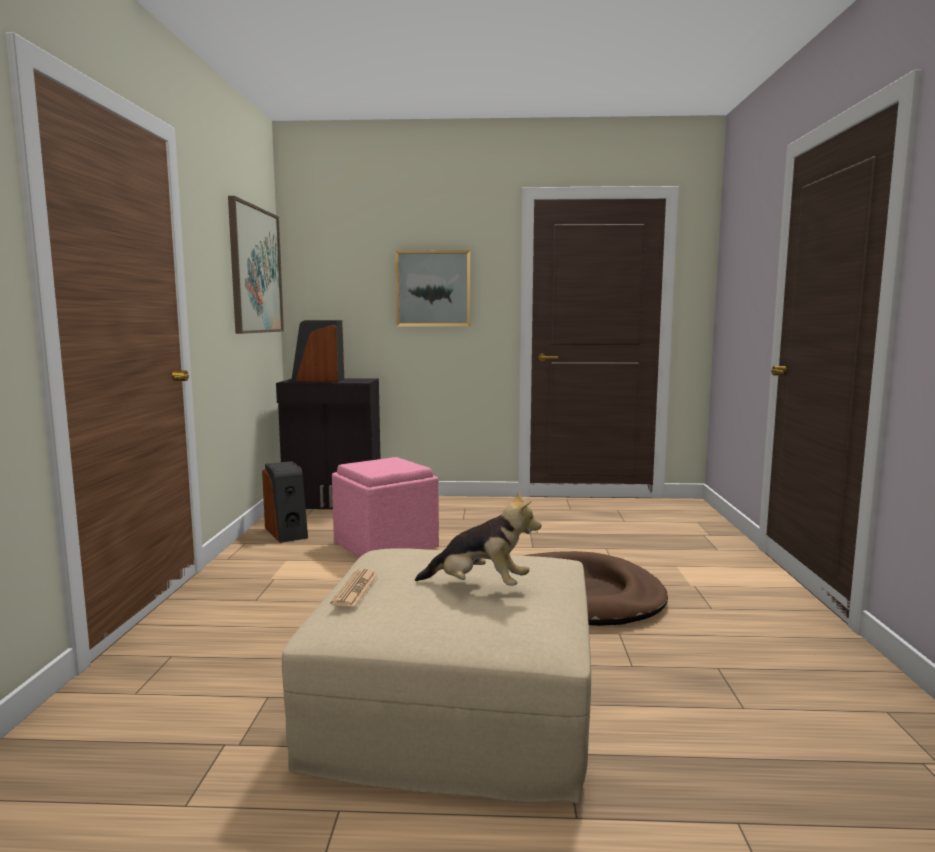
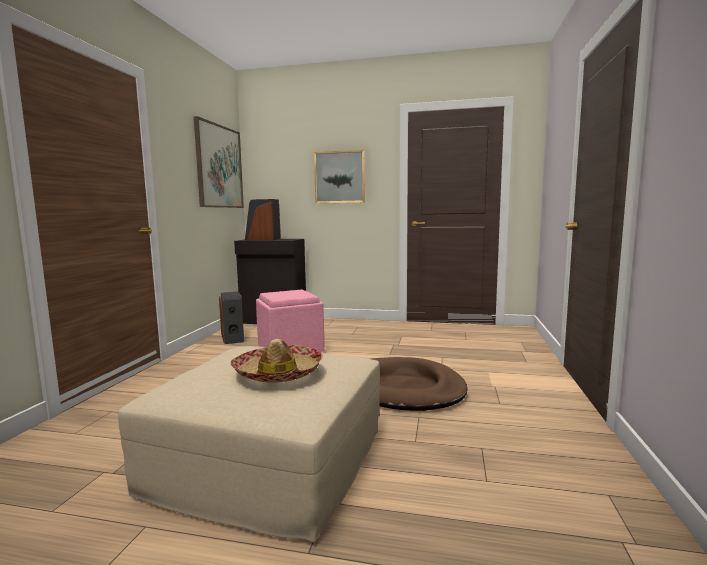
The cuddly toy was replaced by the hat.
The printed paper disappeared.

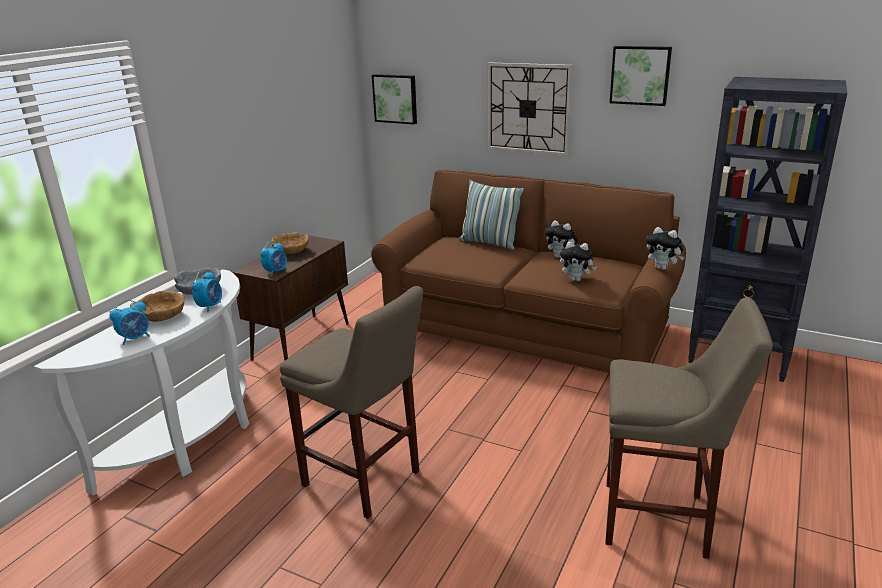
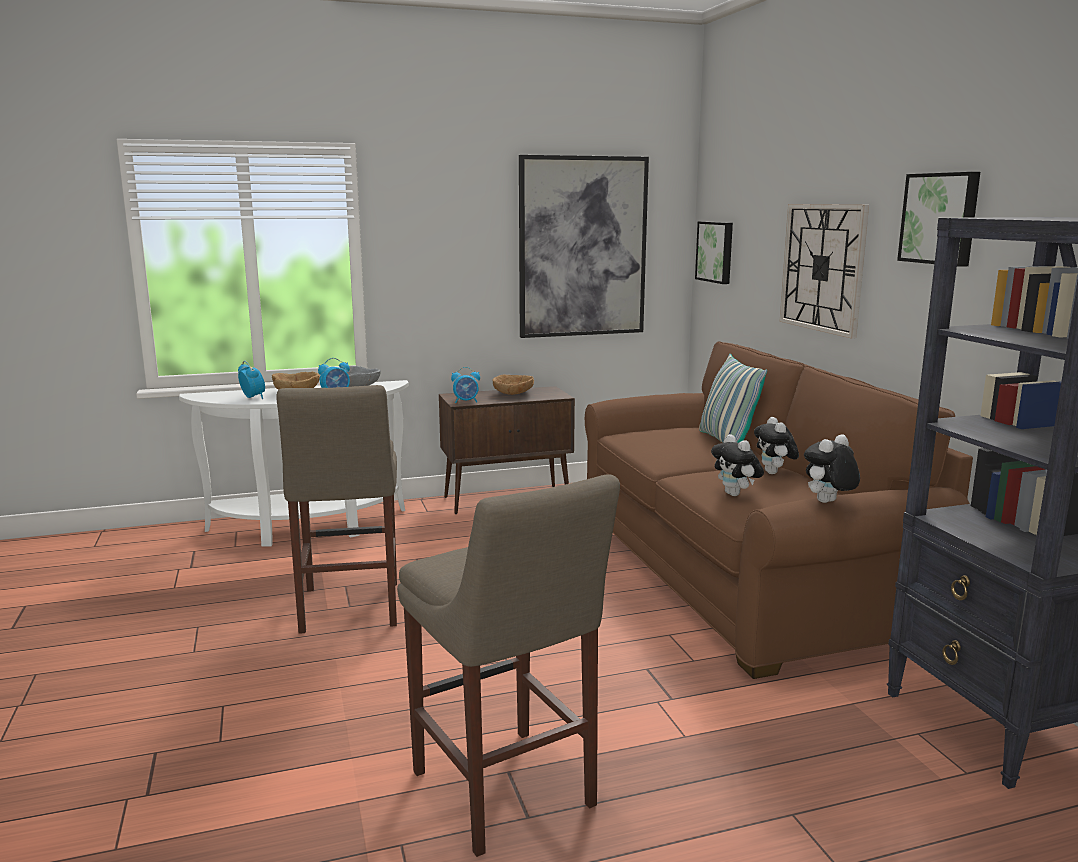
The table clock (no. 1 from left) turned 135 degrees counterclockwise.
The wall art (no. 1 from left) appeared.
The cuddly toy (no. 3 from left) turned 60 degrees clockwise.

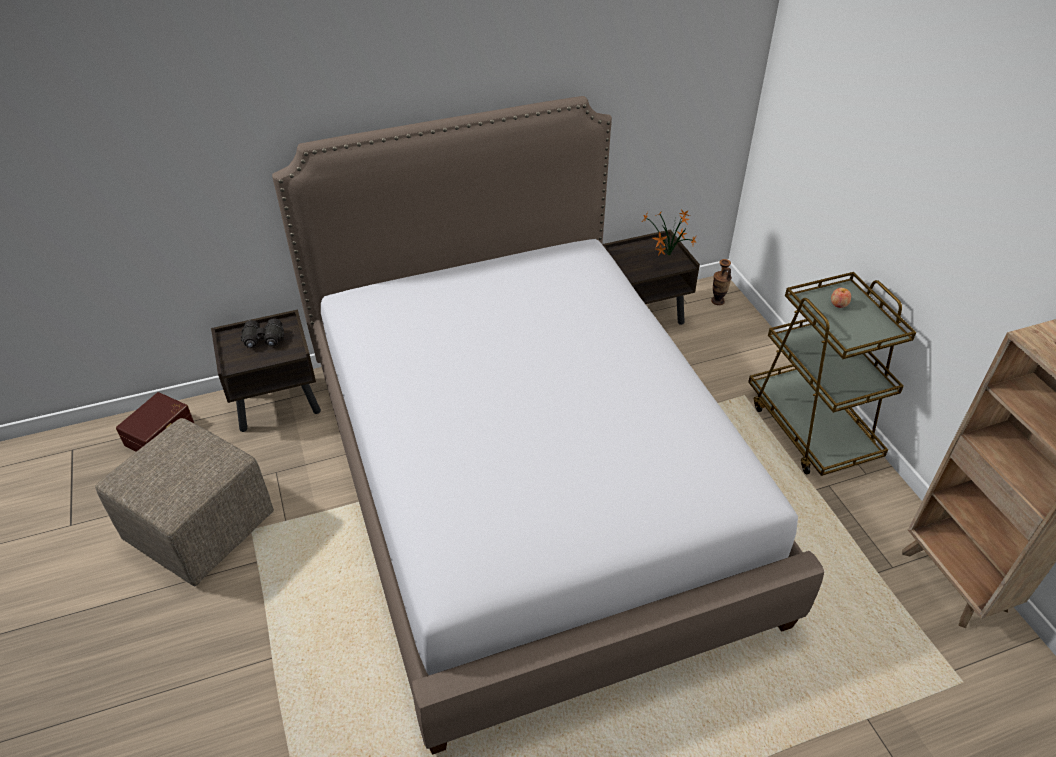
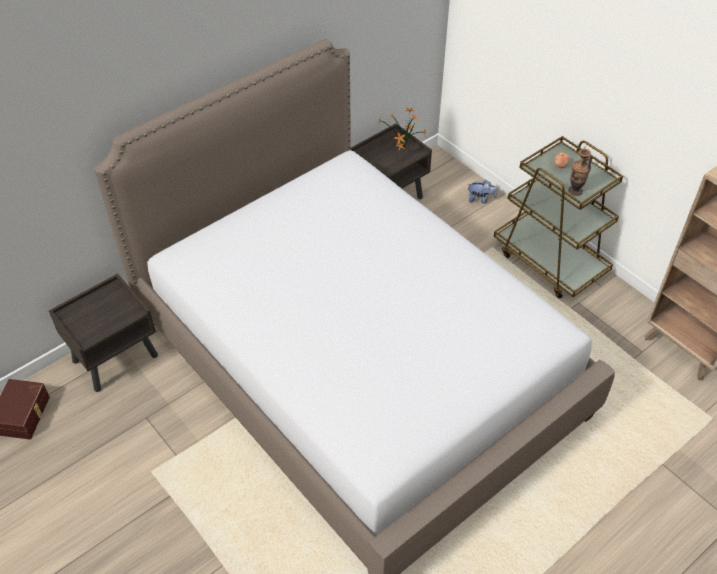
The cuddly toy appeared.
The decorative vase moved.
The ottoman (beige-coloured) disappeared.
The pair of binoculars (black-coloured) disappeared.

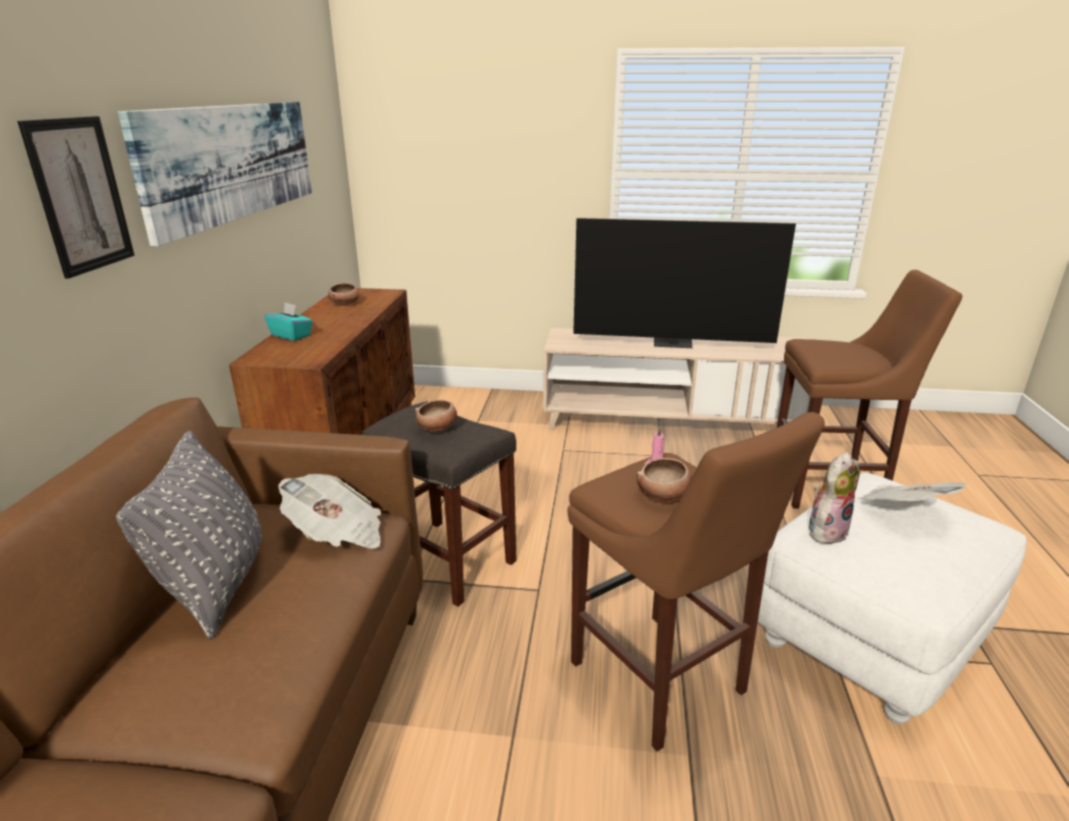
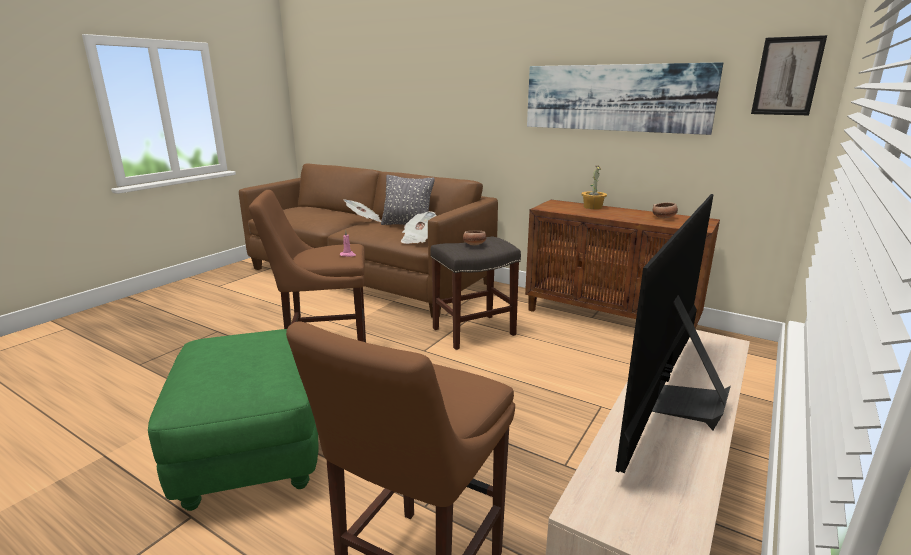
The ottoman (white-coloured) became the ottoman (green).
The printed paper (no. 2 from left in the first image) moved.
The tissue holder (turquoise) was replaced by the houseplant.
The wall art (no. 1 from left in the first image) moved.
The deep dish (no. 3 from left) disappeared.
The cuddly toy disappeared.

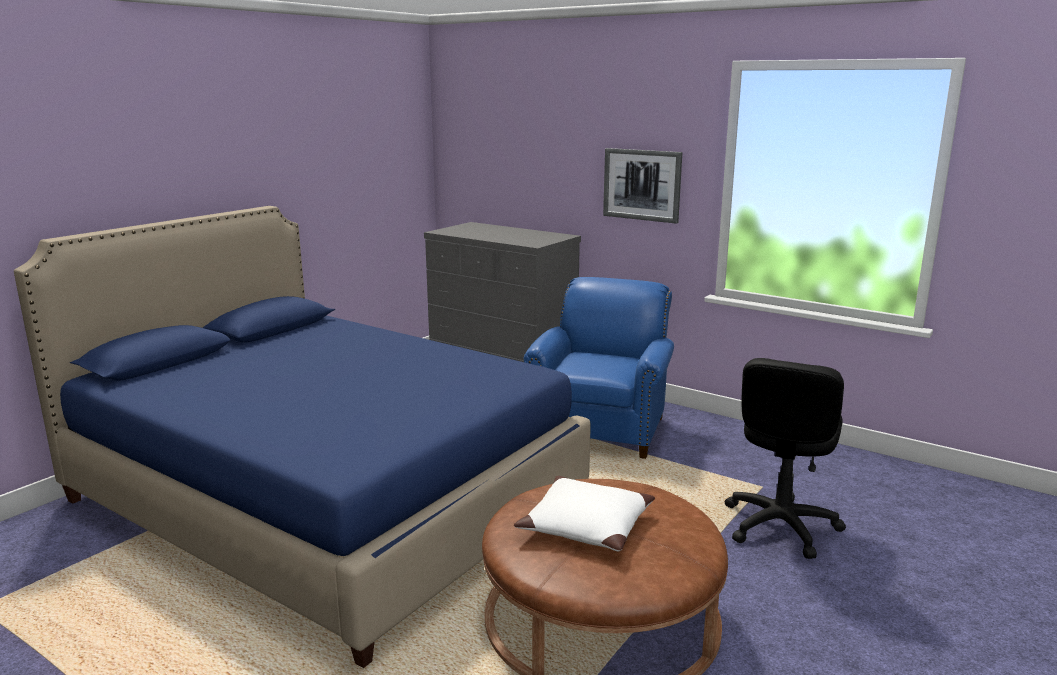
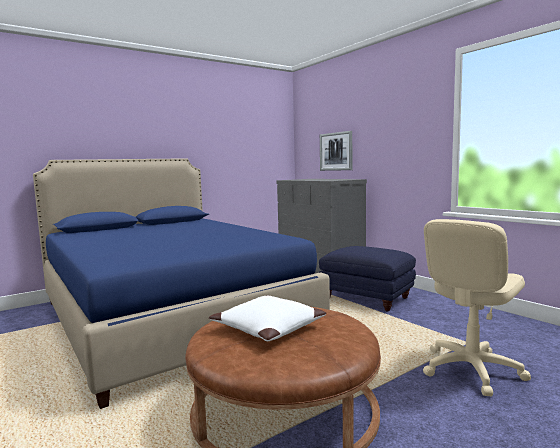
The easy chair (blue) was replaced by the ottoman (blue).
The wall art moved.
The desk chair (black-coloured) became the desk chair (beige-coloured).

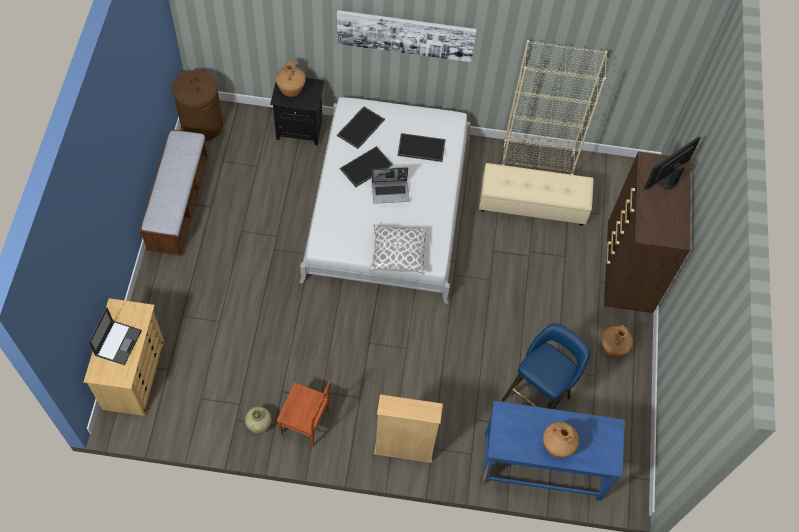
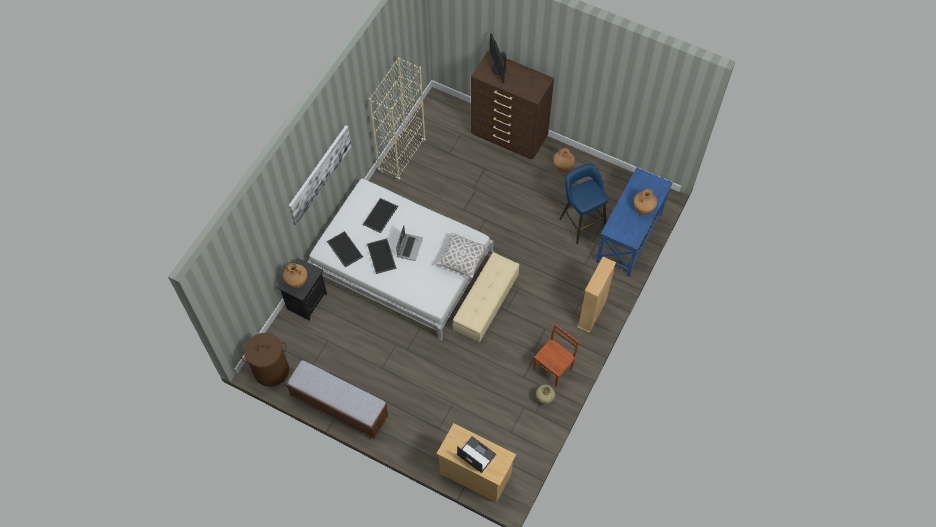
The ottoman (beige-coloured) moved.

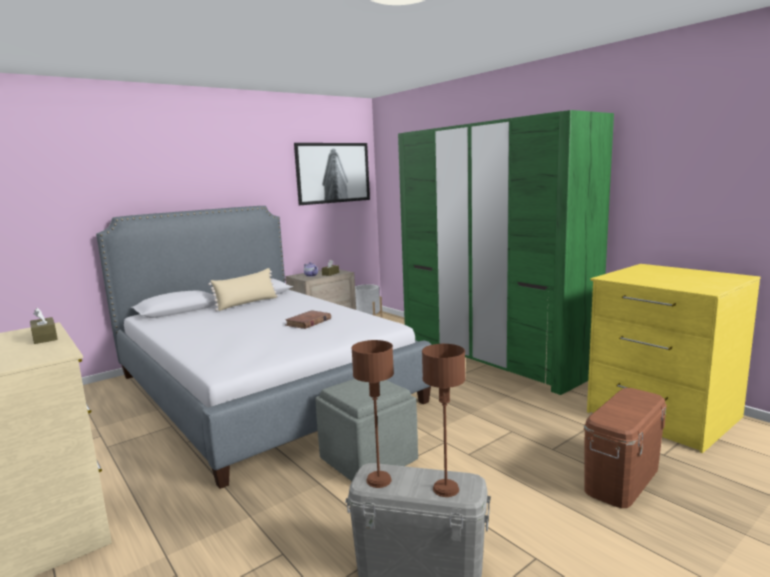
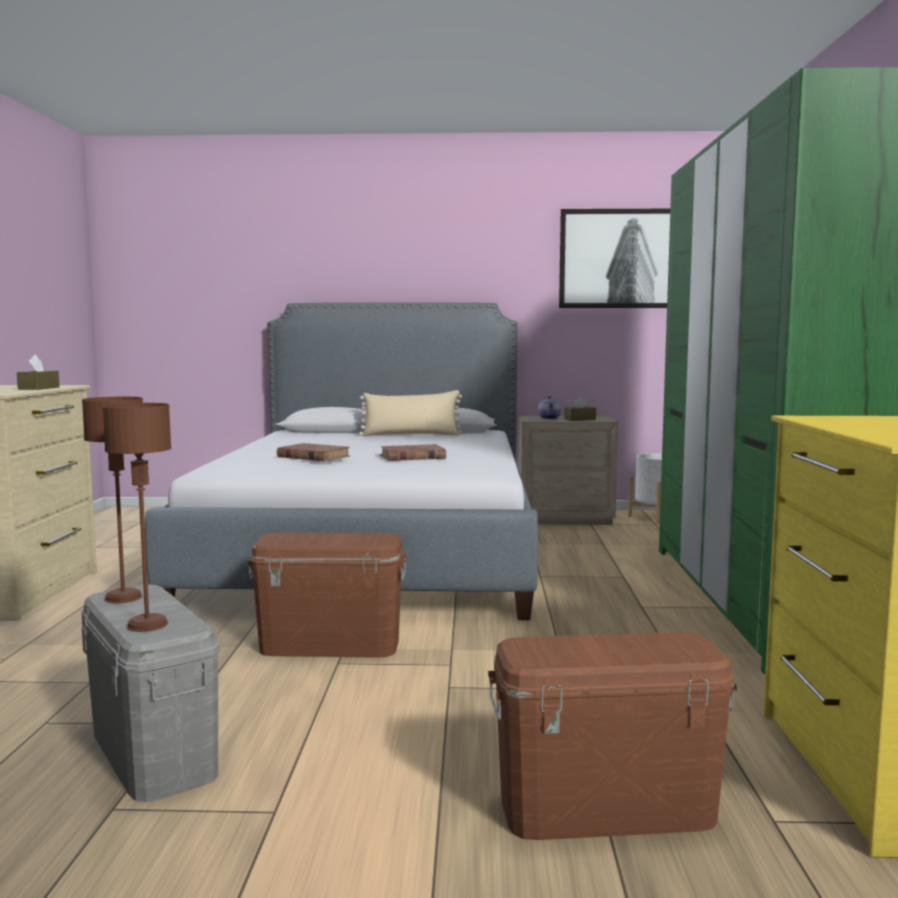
The ottoman (gray) was replaced by the storage container (brown) (no. 1 from left).
The bound book (brown) (no. 1 from left) appeared.

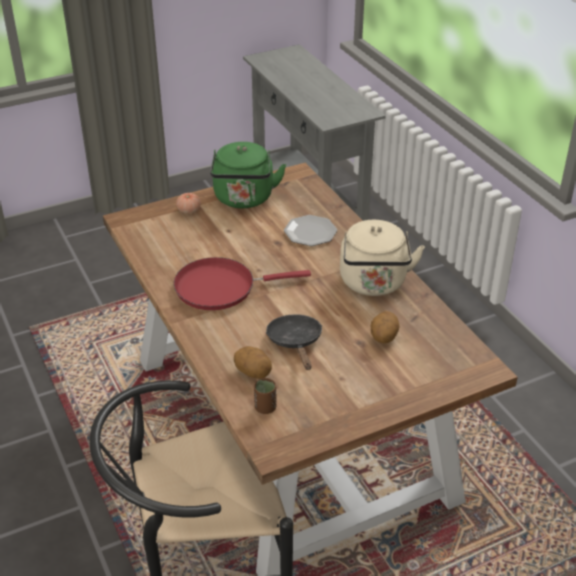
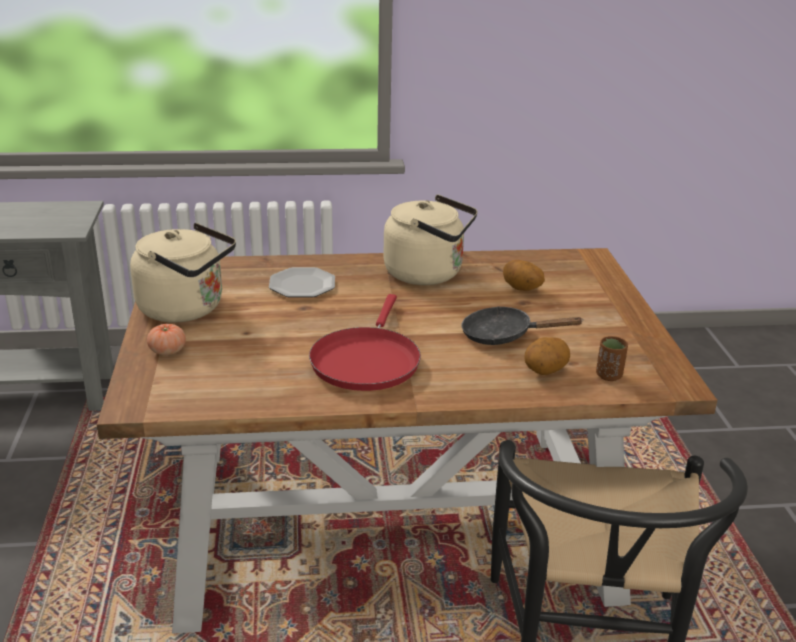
The kettle (green) became the kettle (beige-coloured) (no. 1 from left).

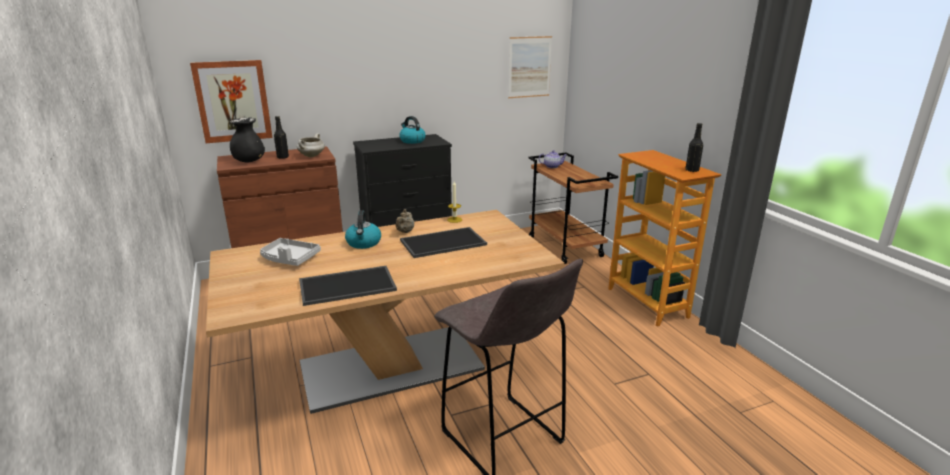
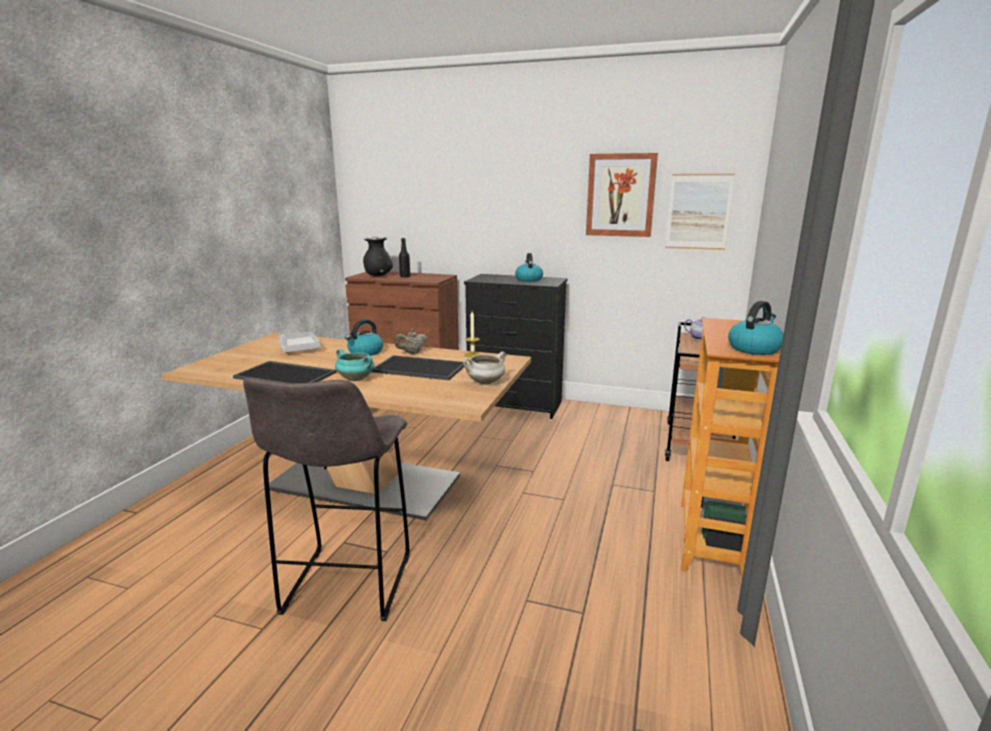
The cooking pot (turquoise) appeared.
The cooking pot (white-coloured) moved.
The wall art (no. 1 from left) moved.
The drink bottle (black-coloured) (no. 2 from left) was replaced by the kettle (no. 3 from left).

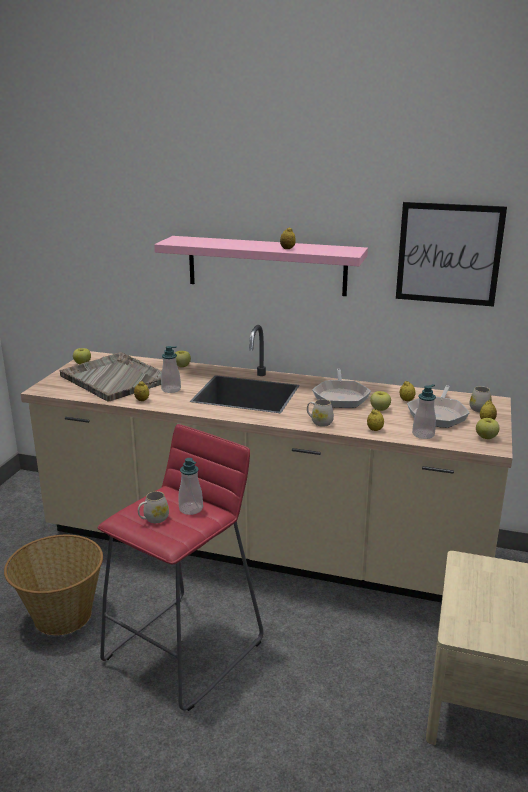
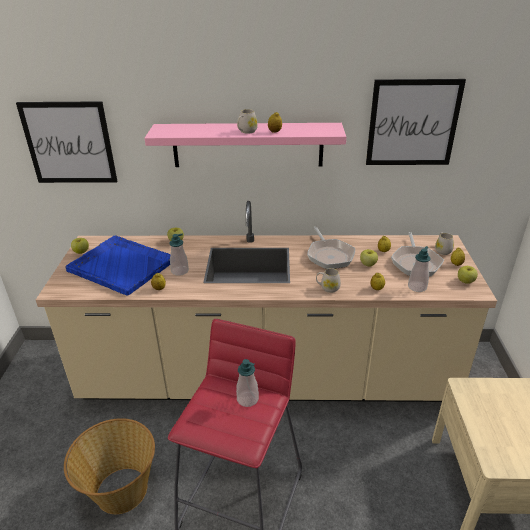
The wall art (no. 1 from left) appeared.
The carrying tray (gray) became the carrying tray (blue).
The mug (white-coloured) (no. 1 from left) moved.

